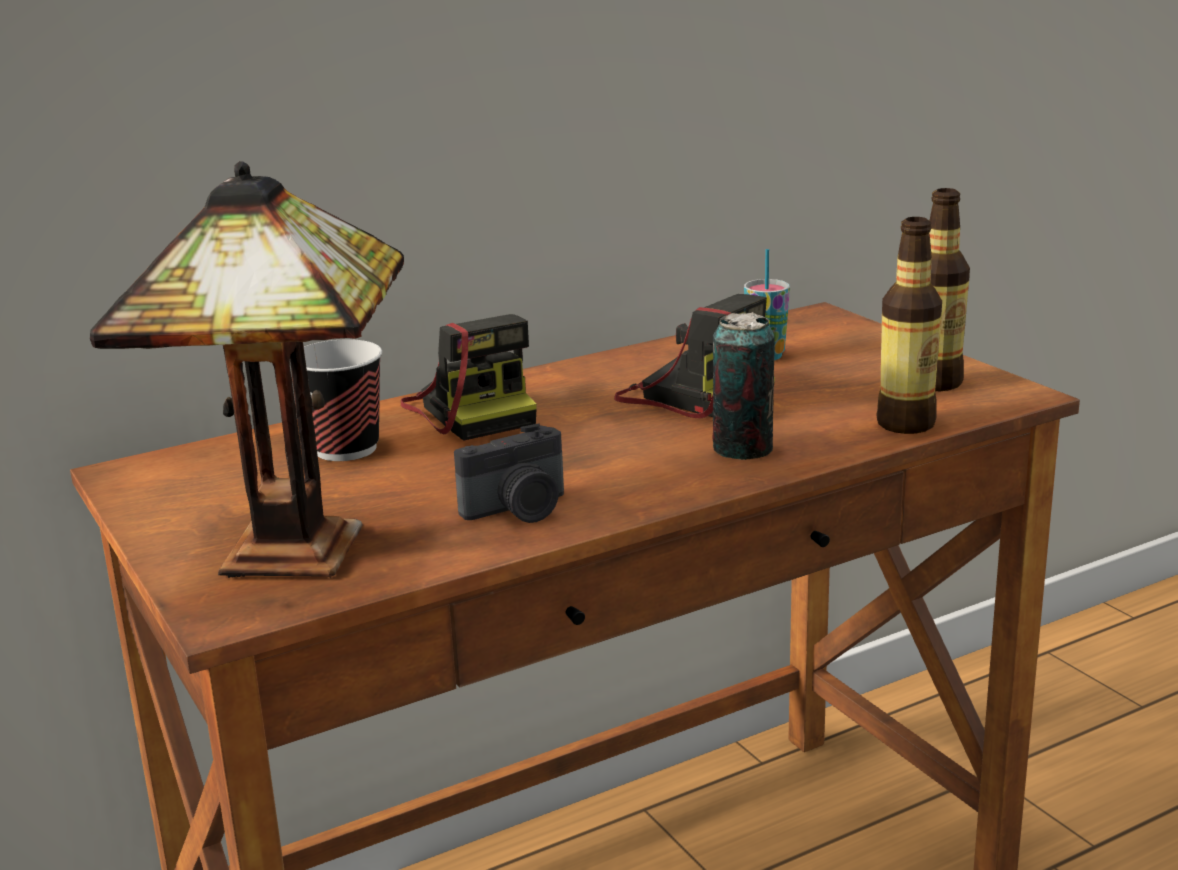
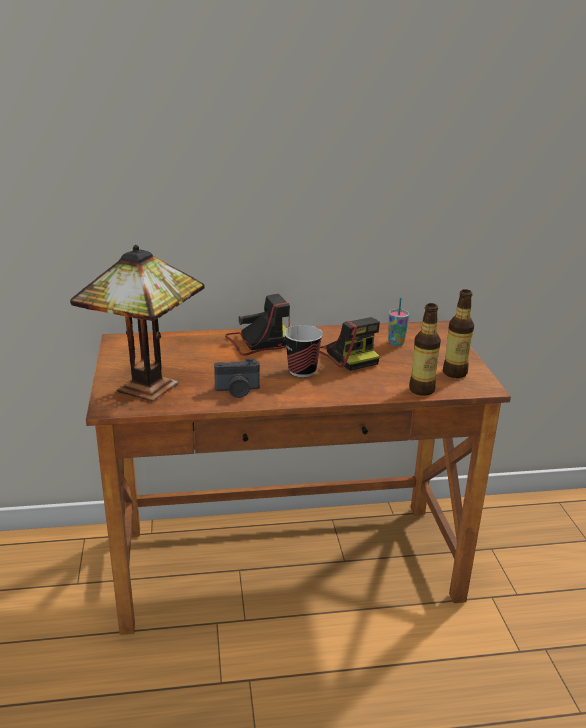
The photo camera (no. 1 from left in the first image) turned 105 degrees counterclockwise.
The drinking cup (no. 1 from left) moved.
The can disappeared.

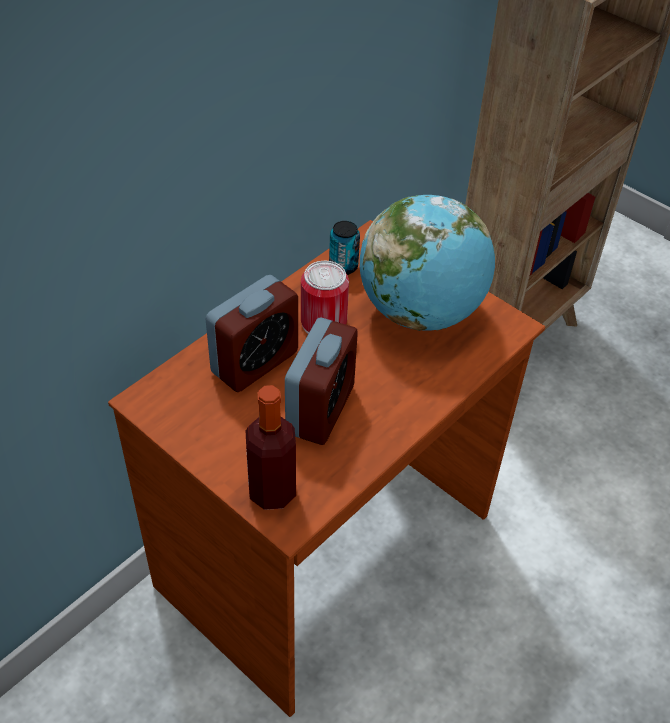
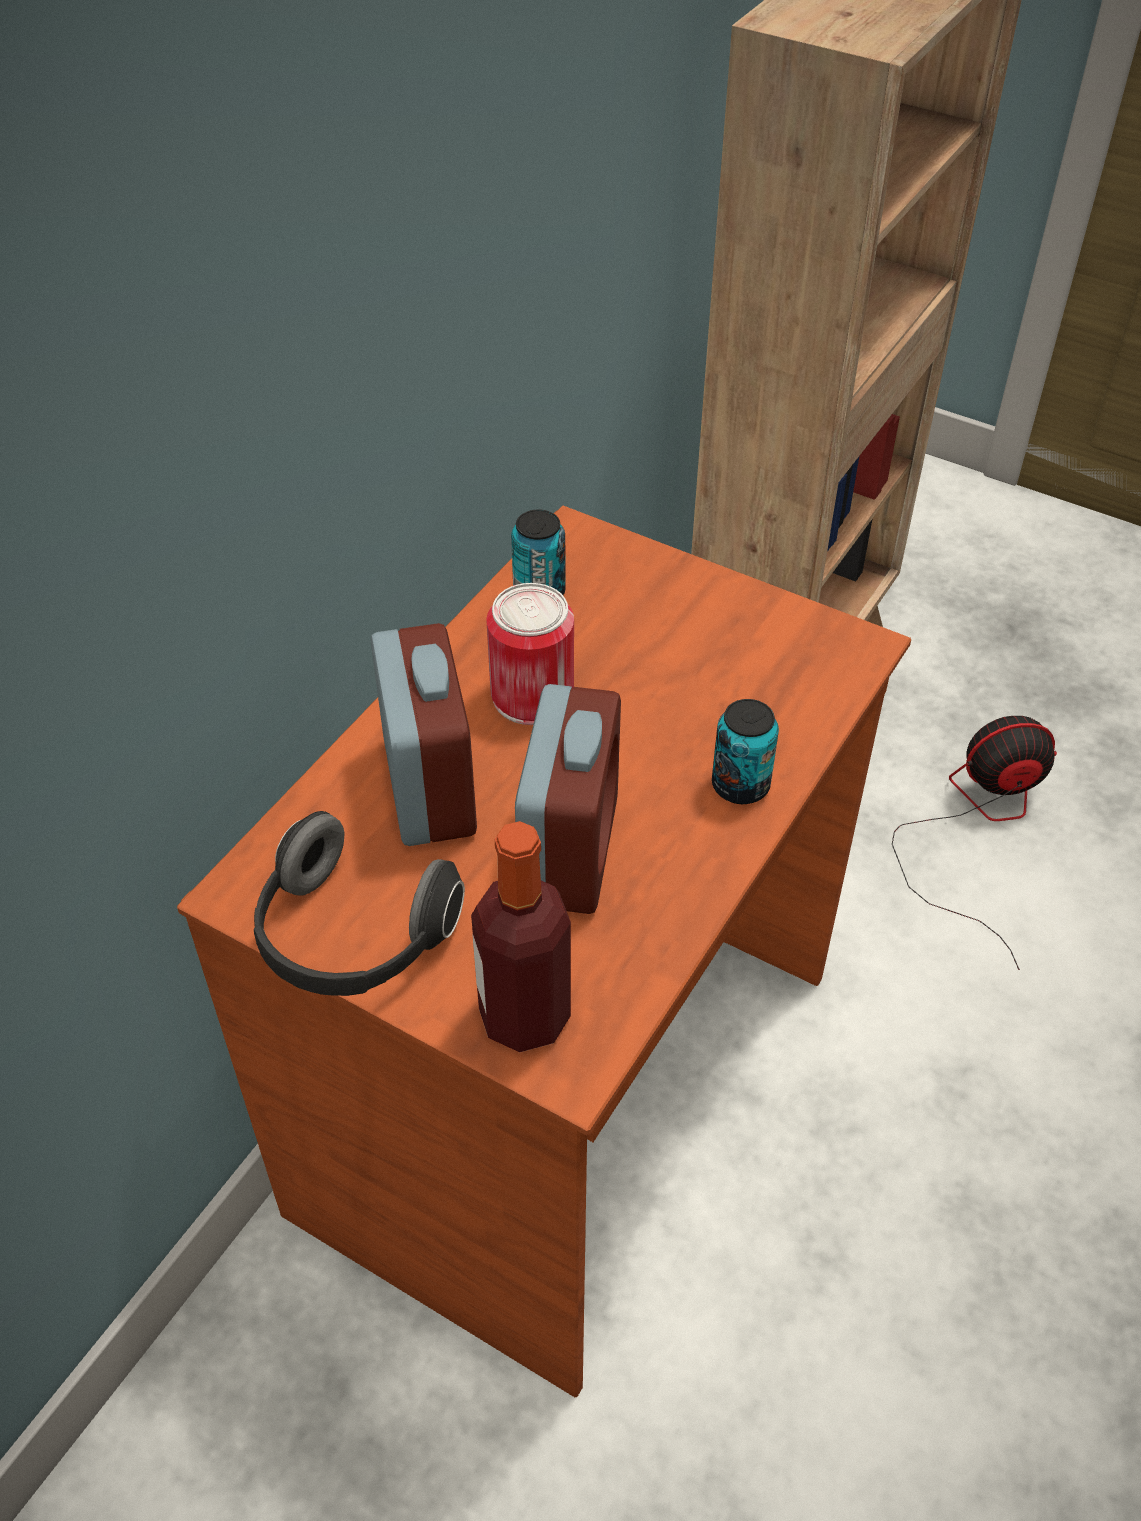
The pair of headphones appeared.
The table clock (no. 1 from left) turned 45 degrees counterclockwise.
The can (no. 3 from left) appeared.
The electric fan appeared.
The world globe disappeared.

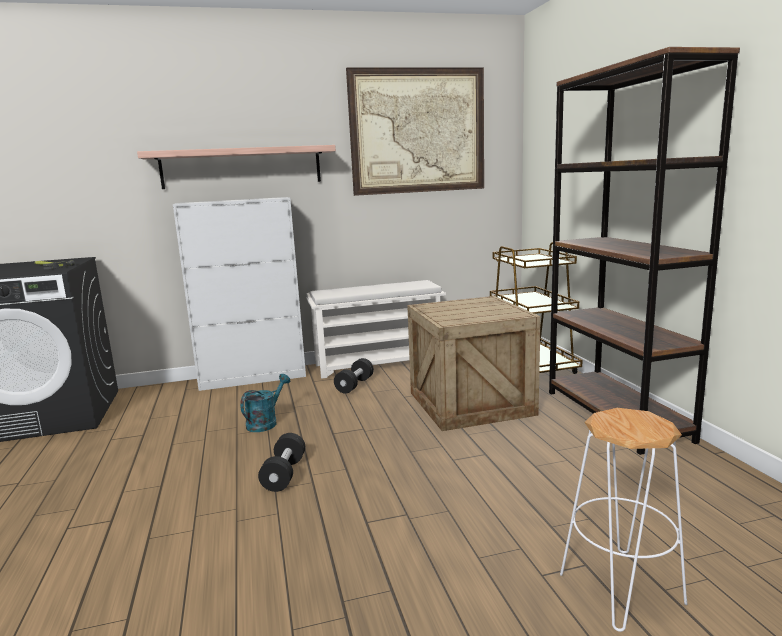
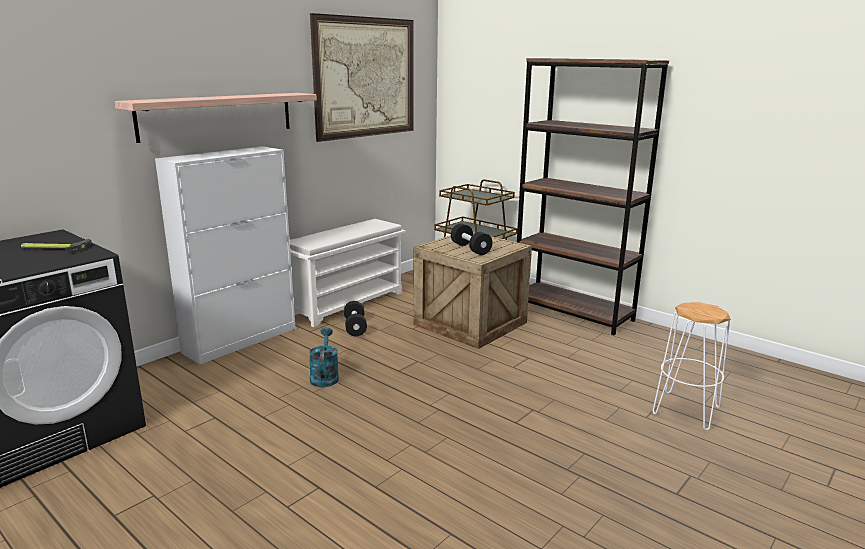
The free weight (black-coloured) (no. 1 from left in the first image) moved.

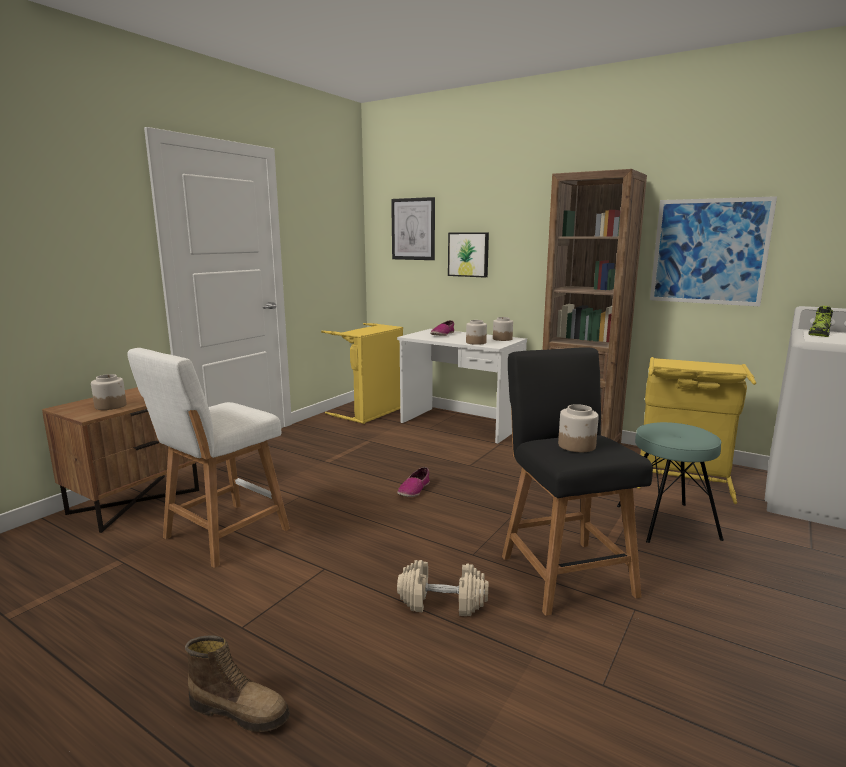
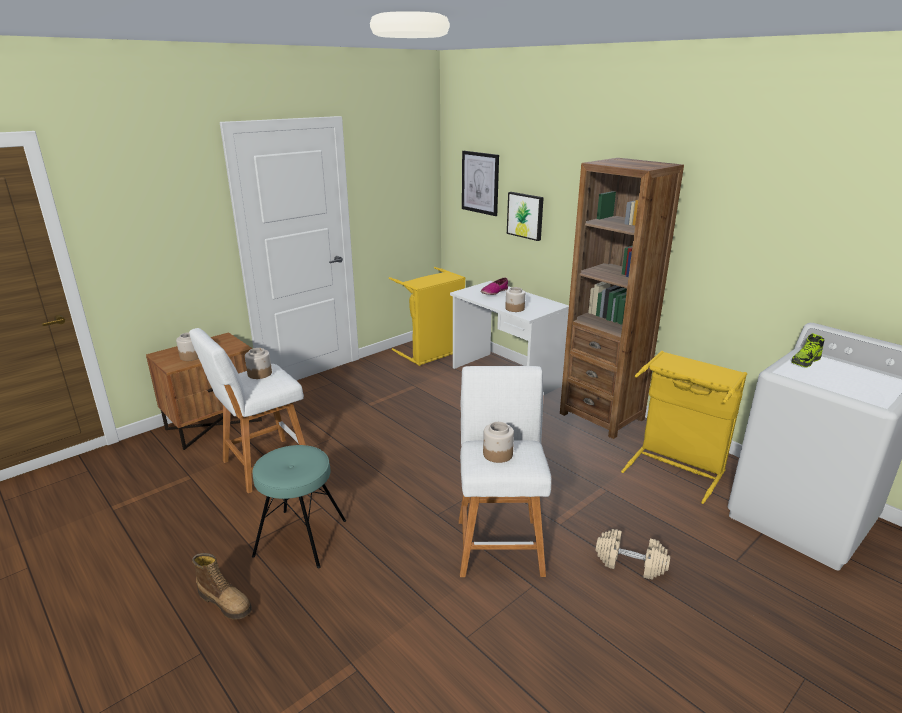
The storage jar (no. 3 from left in the first image) moved.
The sitting stool (turquoise) moved.
The sitting stool (black-coloured) became the sitting stool (white-coloured) (no. 2 from left).
The free weight (beige-coloured) moved.
The item of footwear (no. 1 from left) disappeared.
The wall art (no. 3 from left) disappeared.

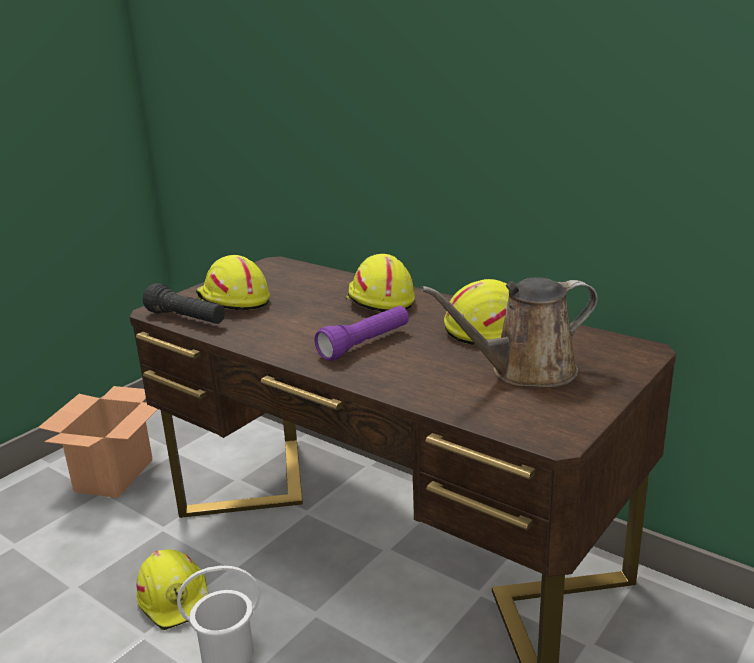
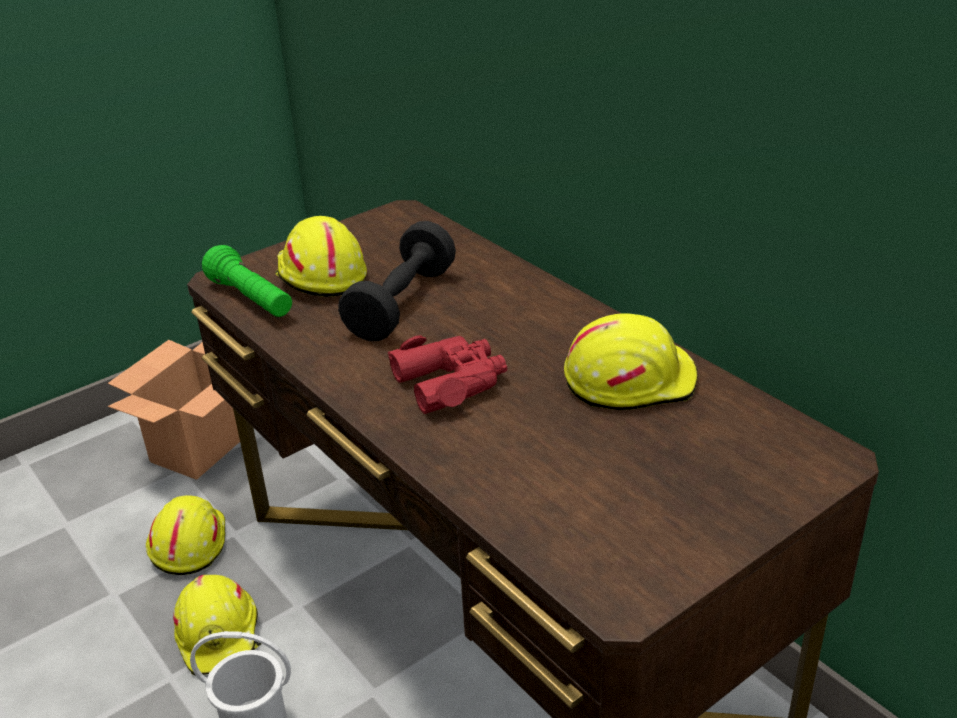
The safety helmet (yellow-coloured) (no. 3 from left in the first image) moved.
The flashlight (black-coloured) became the flashlight (green).
The free weight (black-coloured) appeared.
The flashlight (purple) was replaced by the pair of binoculars (reddish).
The sprinkling can (brown) disappeared.

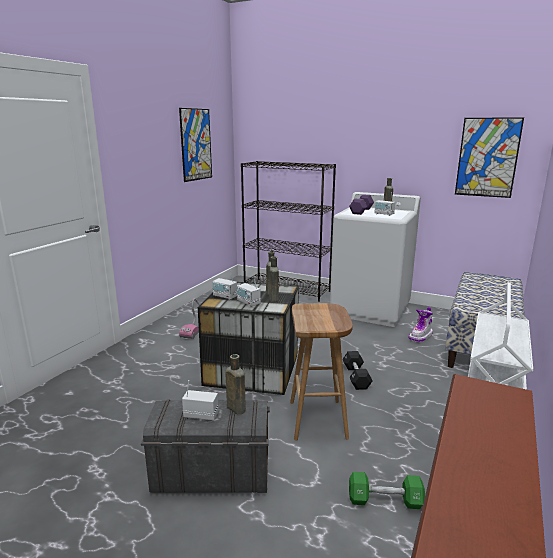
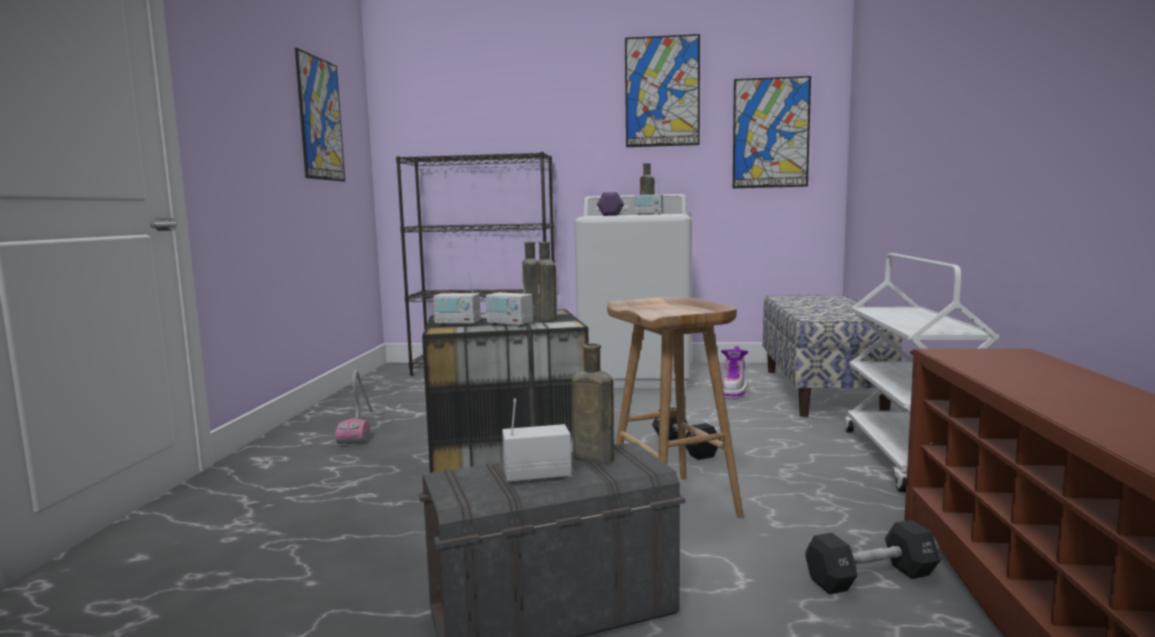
The wall art (no. 2 from left) appeared.
The free weight (green) became the free weight (black-coloured) (no. 2 from left).

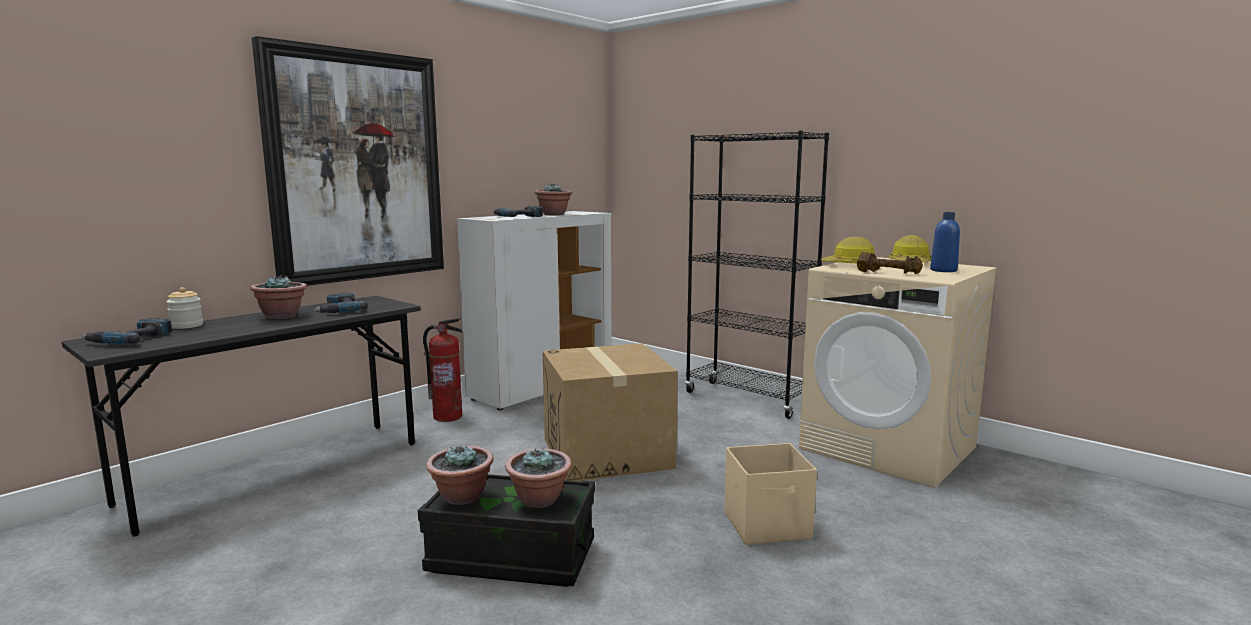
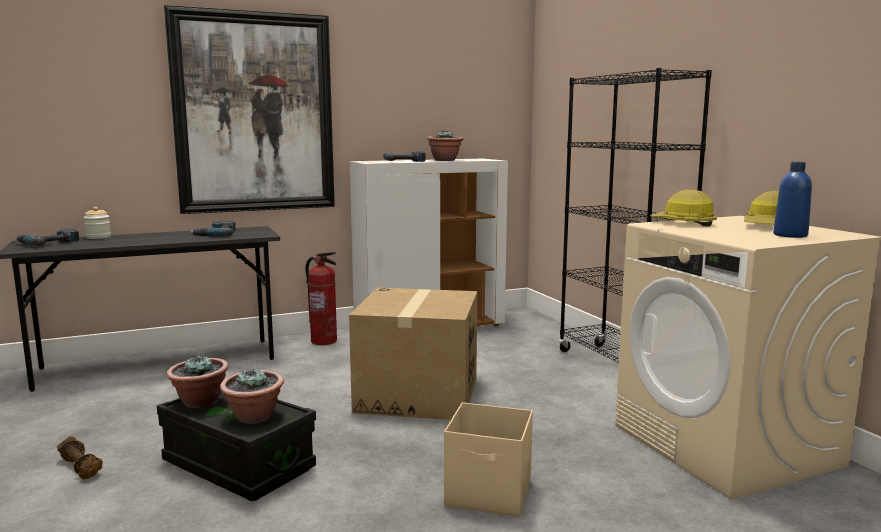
The free weight (brown) moved.
The houseplant (no. 1 from left) disappeared.

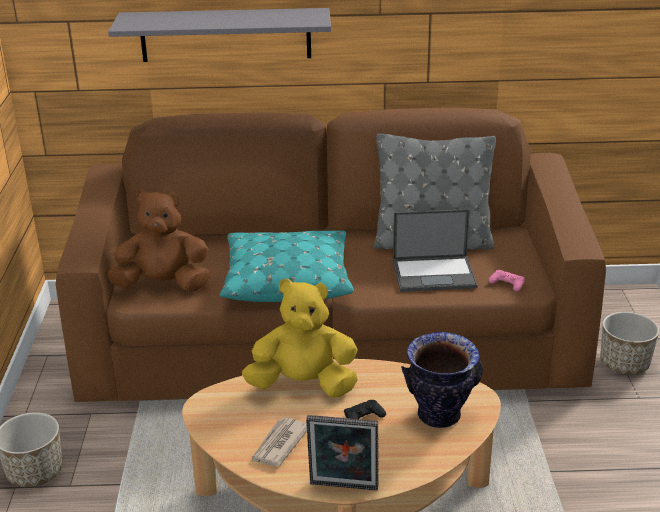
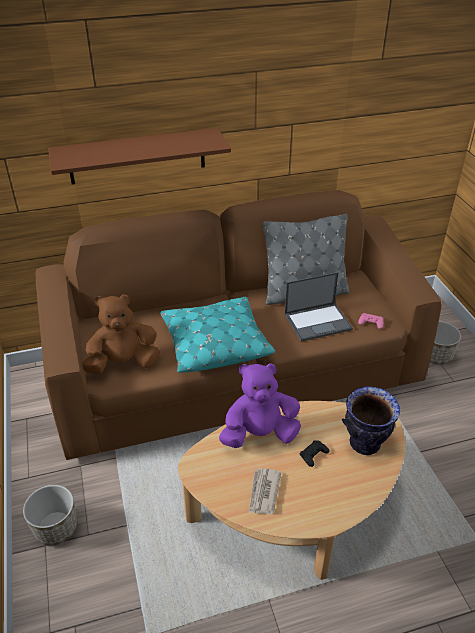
The bracket shelf (gray) became the bracket shelf (brown).
The cuddly toy (yellow-coloured) became the cuddly toy (purple).
The standing frame disappeared.

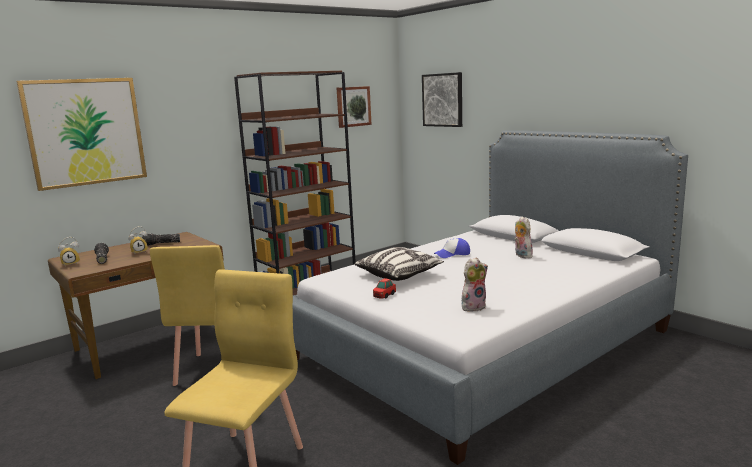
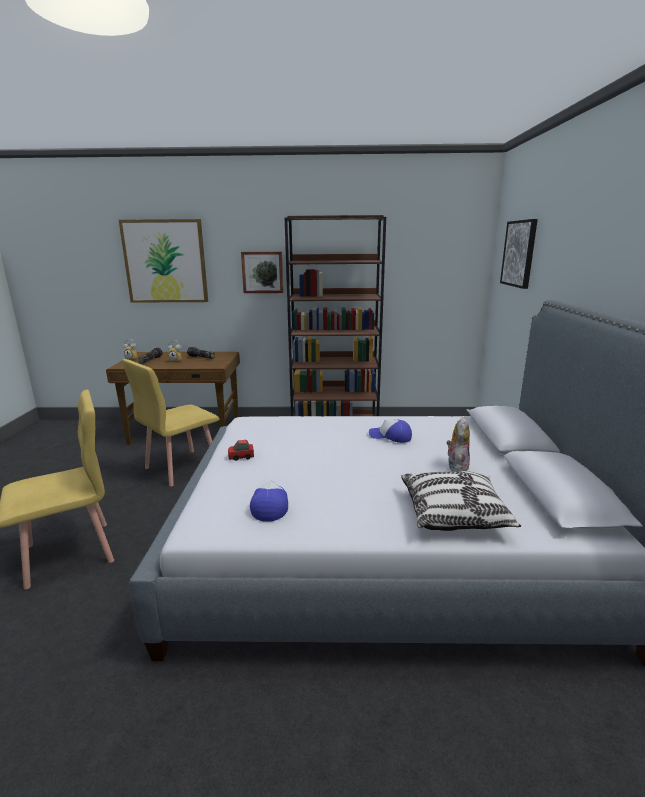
The wall art (no. 2 from left) moved.
The cuddly toy (no. 1 from left) was replaced by the cap (no. 1 from left).
The cushion moved.

